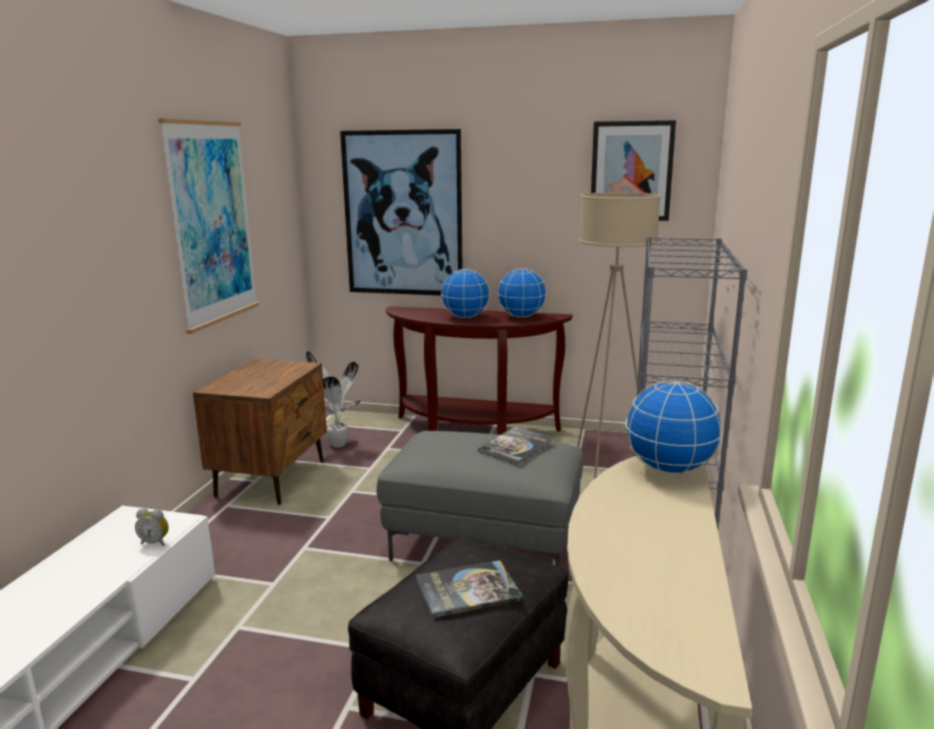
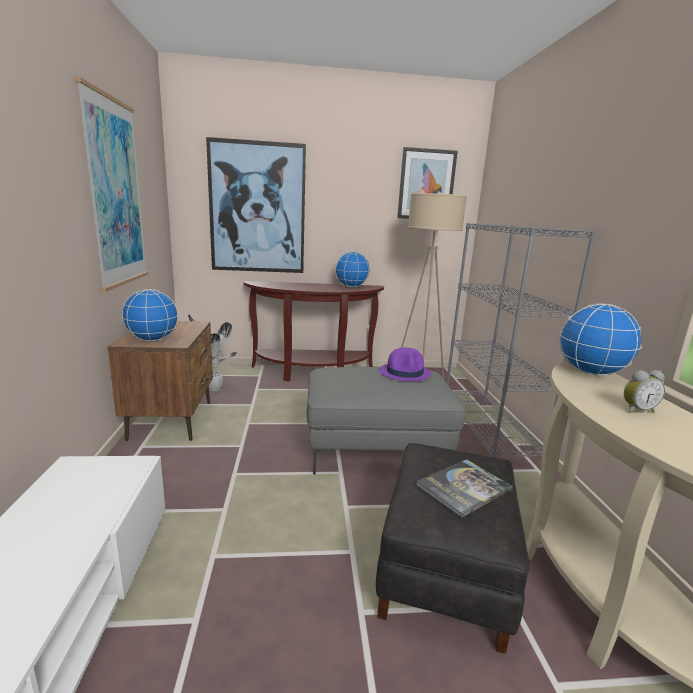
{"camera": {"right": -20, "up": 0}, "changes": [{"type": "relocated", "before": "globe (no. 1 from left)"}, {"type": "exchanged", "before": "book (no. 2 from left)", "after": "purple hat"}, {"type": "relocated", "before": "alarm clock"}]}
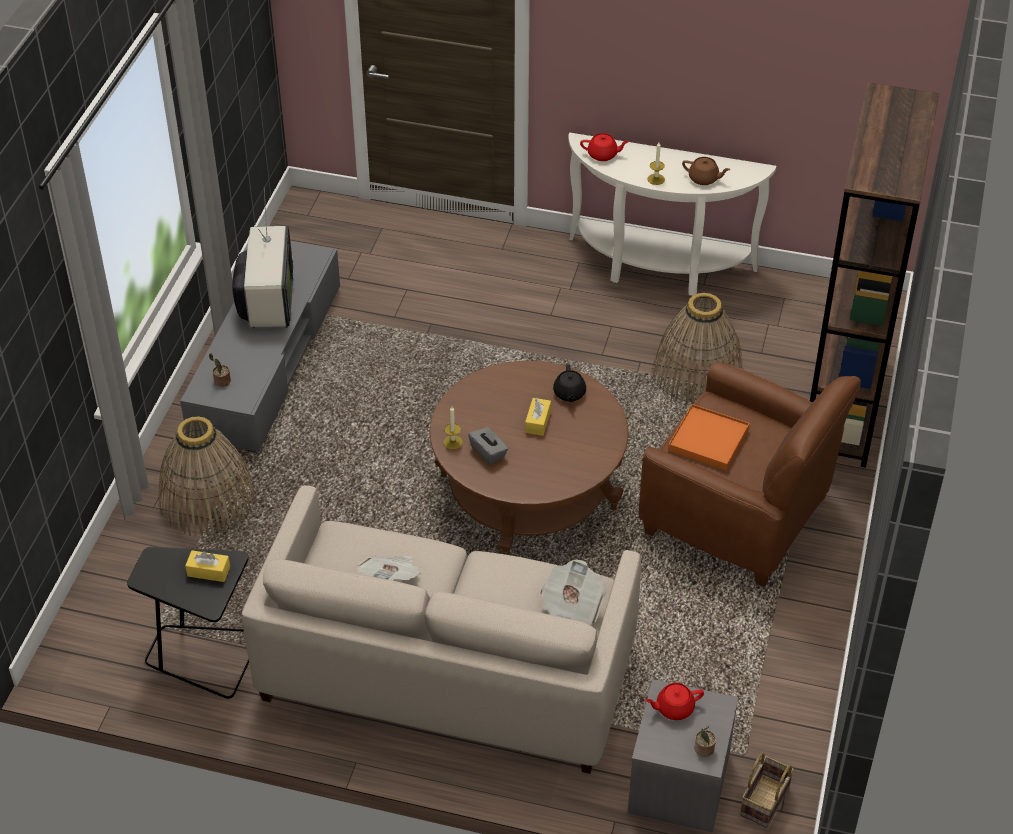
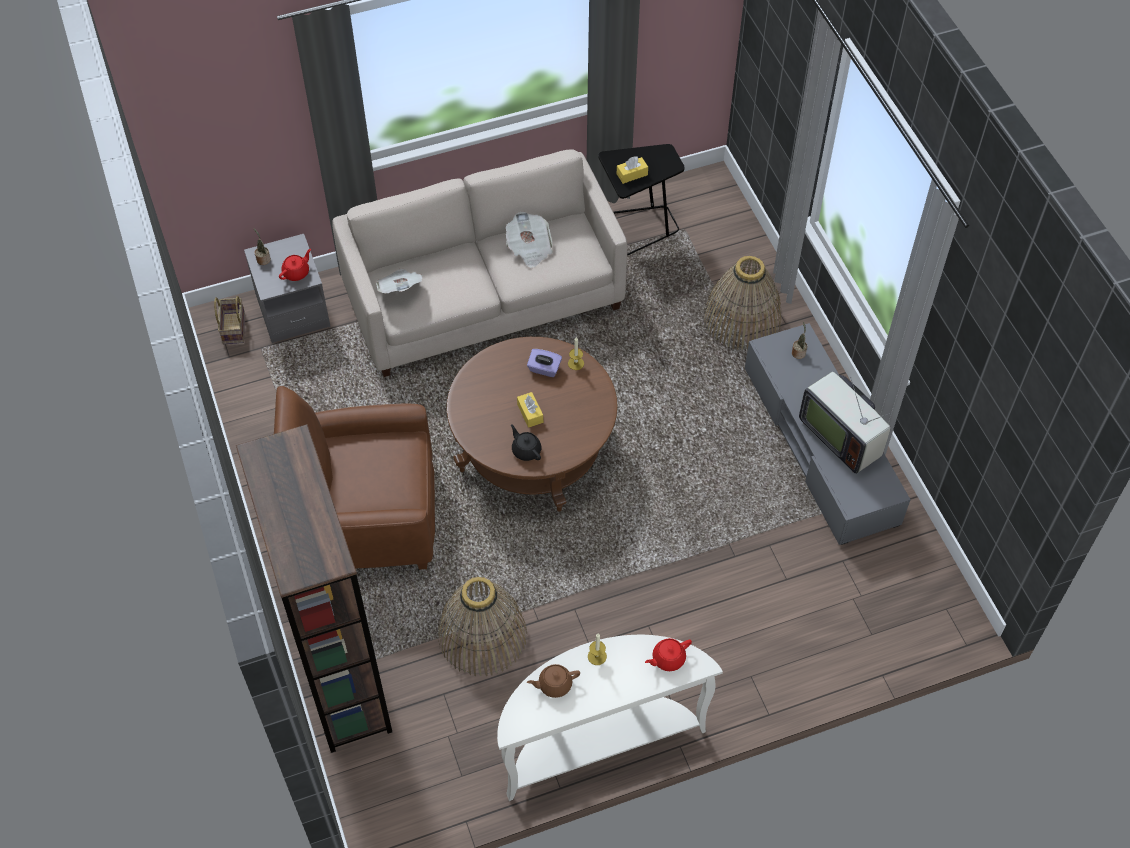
{"camera": {"right": 145, "up": 10}, "changes": [{"type": "colour", "before": "grey tissue box", "after": "purple tissue box"}, {"type": "missing", "before": "orange tray"}]}
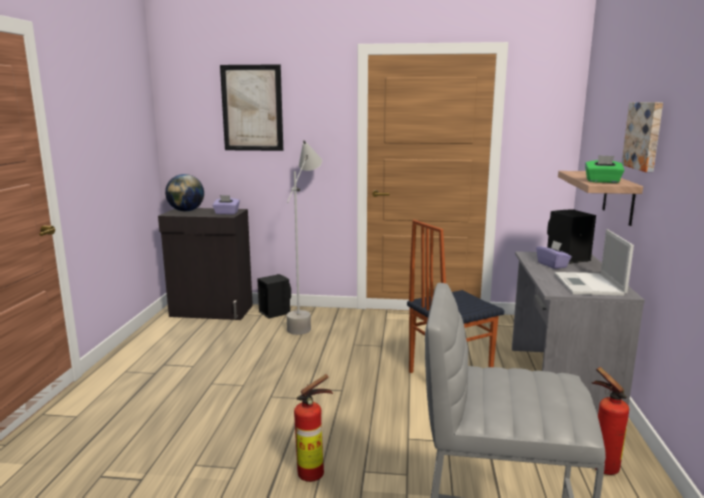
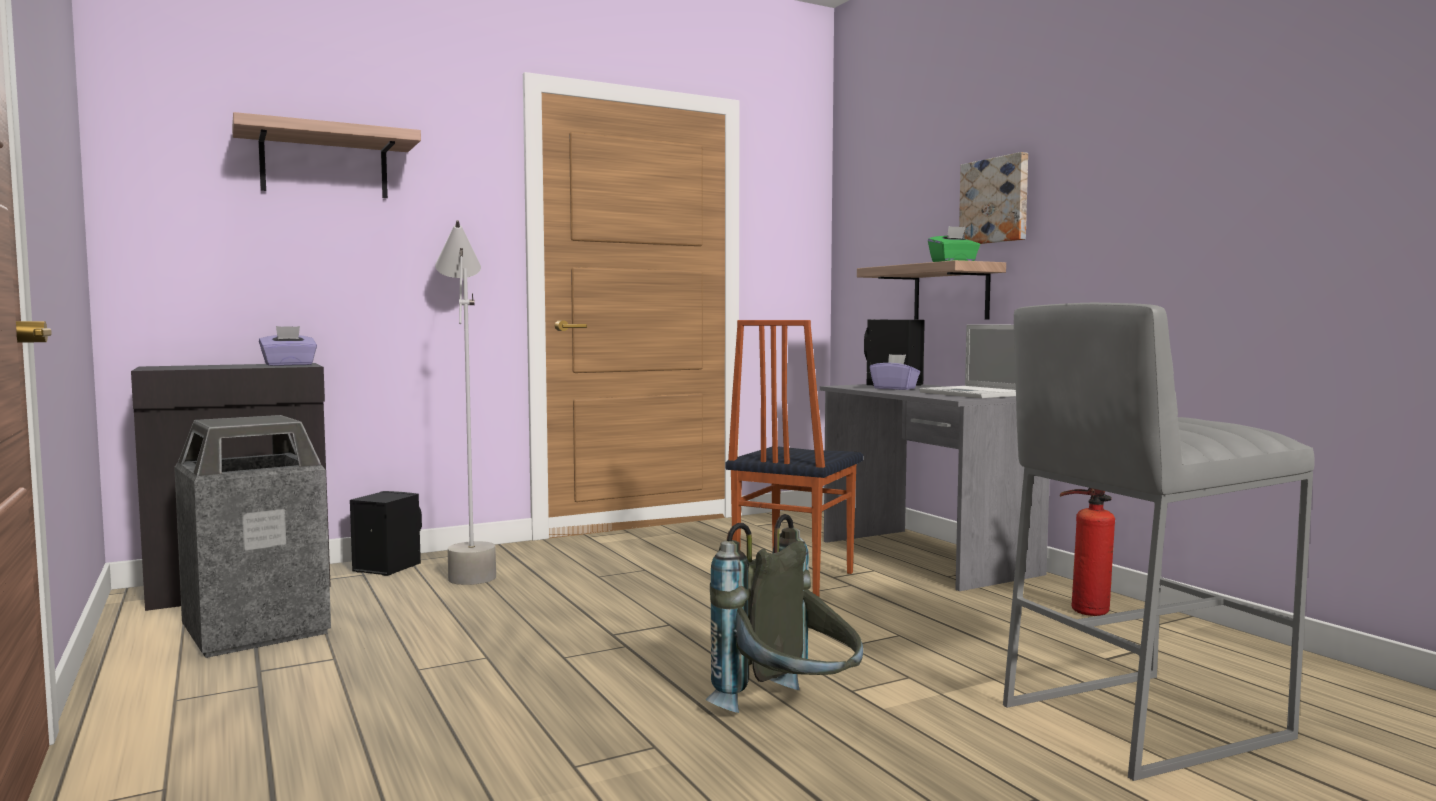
{"camera": {"right": -35, "up": -10}, "changes": [{"type": "appeared", "after": "trash can"}, {"type": "exchanged", "before": "picture (no. 1 from left)", "after": "shelf (no. 1 from left)"}, {"type": "exchanged", "before": "fire extinguisher (no. 1 from left)", "after": "grey backpack"}, {"type": "missing", "before": "globe"}]}
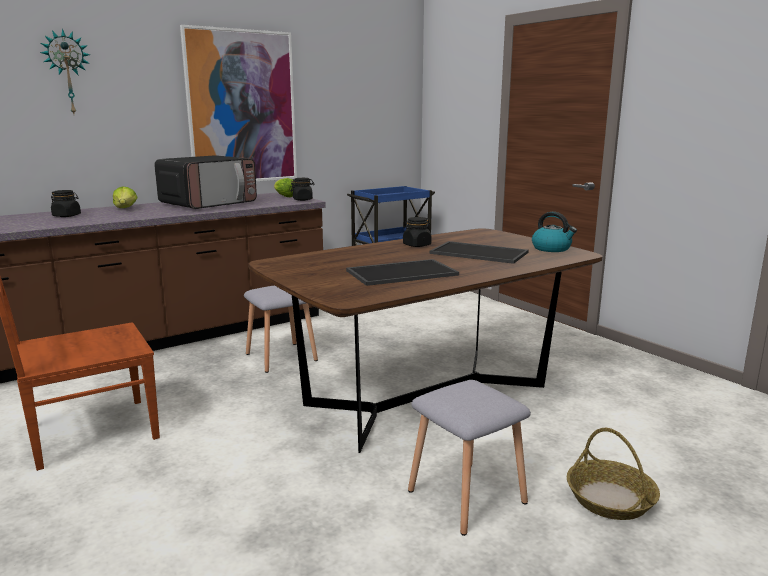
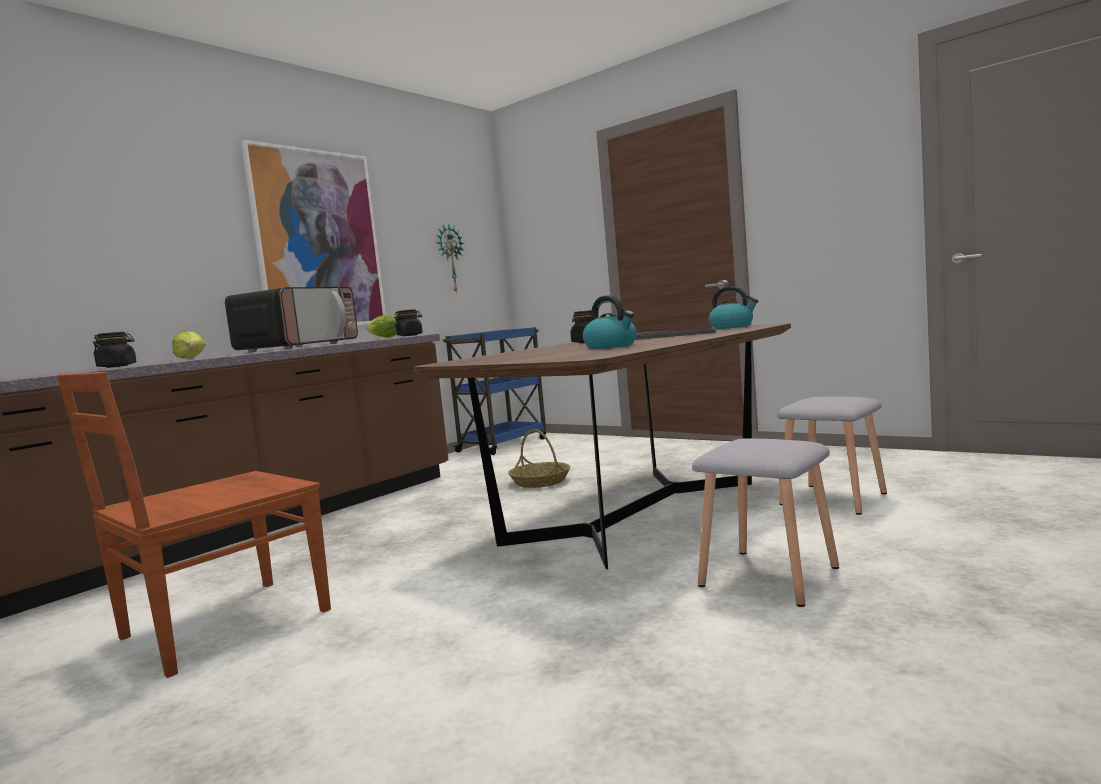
{"camera": {"right": -15, "up": -10}, "changes": [{"type": "relocated", "before": "wall clock"}, {"type": "relocated", "before": "basket"}, {"type": "exchanged", "before": "tray (no. 1 from left)", "after": "kettle (no. 1 from left)"}, {"type": "relocated", "before": "grey stool (no. 1 from left in the first image)", "after": "grey stool (no. 2 from left)"}]}
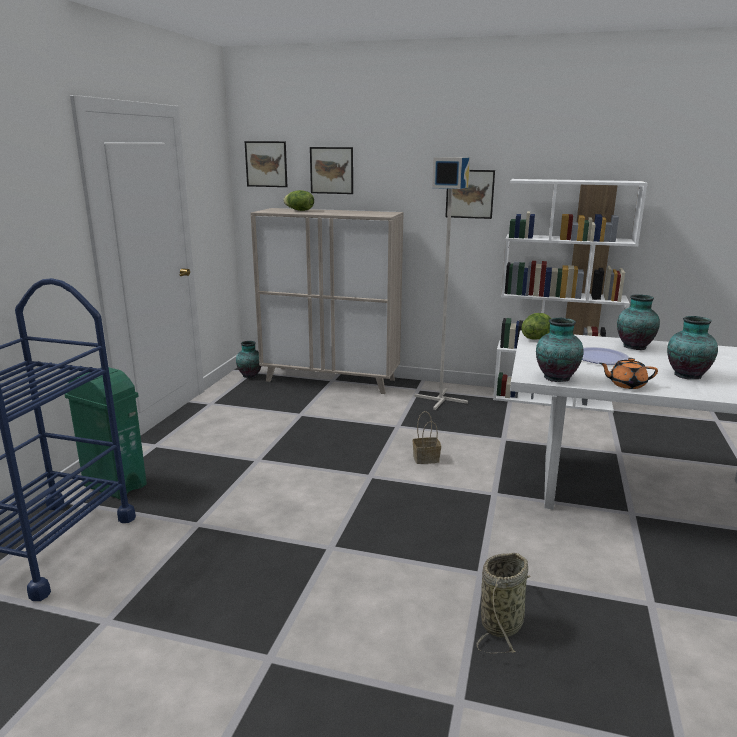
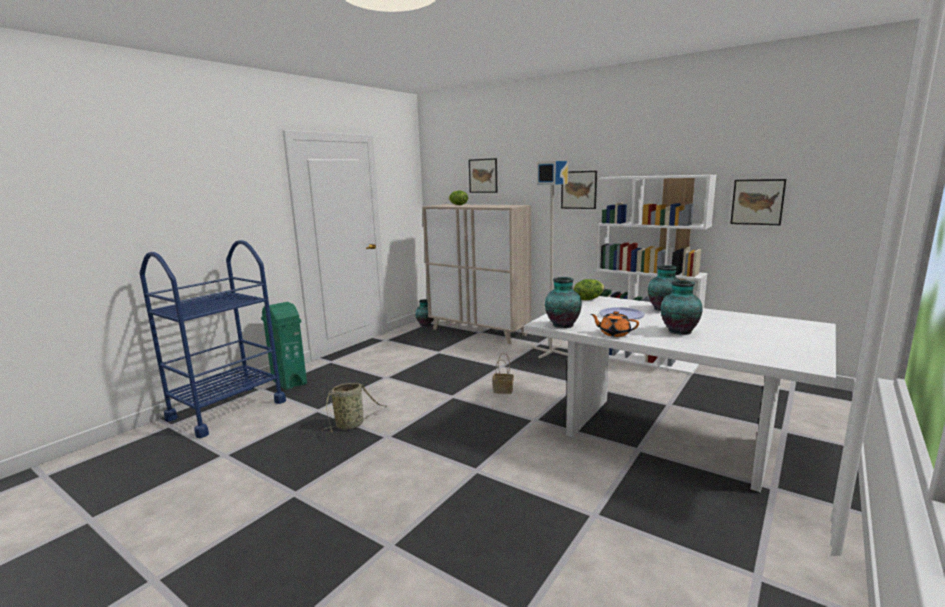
{"camera": {"right": 20, "up": -5}, "changes": [{"type": "relocated", "before": "basket (no. 2 from left in the first image)", "after": "basket (no. 1 from left)"}, {"type": "relocated", "before": "picture (no. 1 from left in the first image)", "after": "picture (no. 3 from left)"}]}
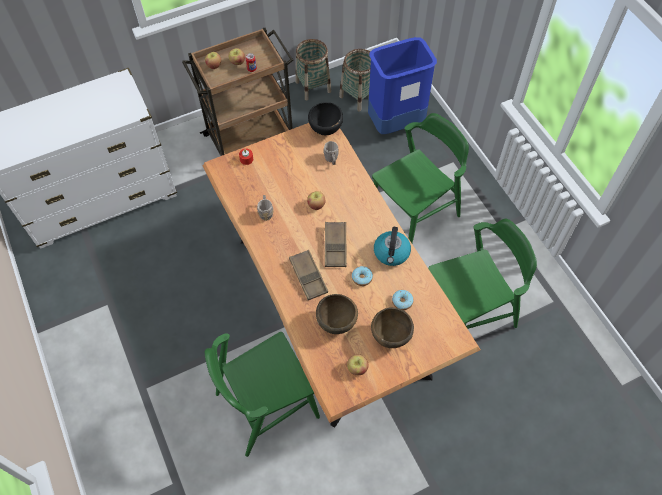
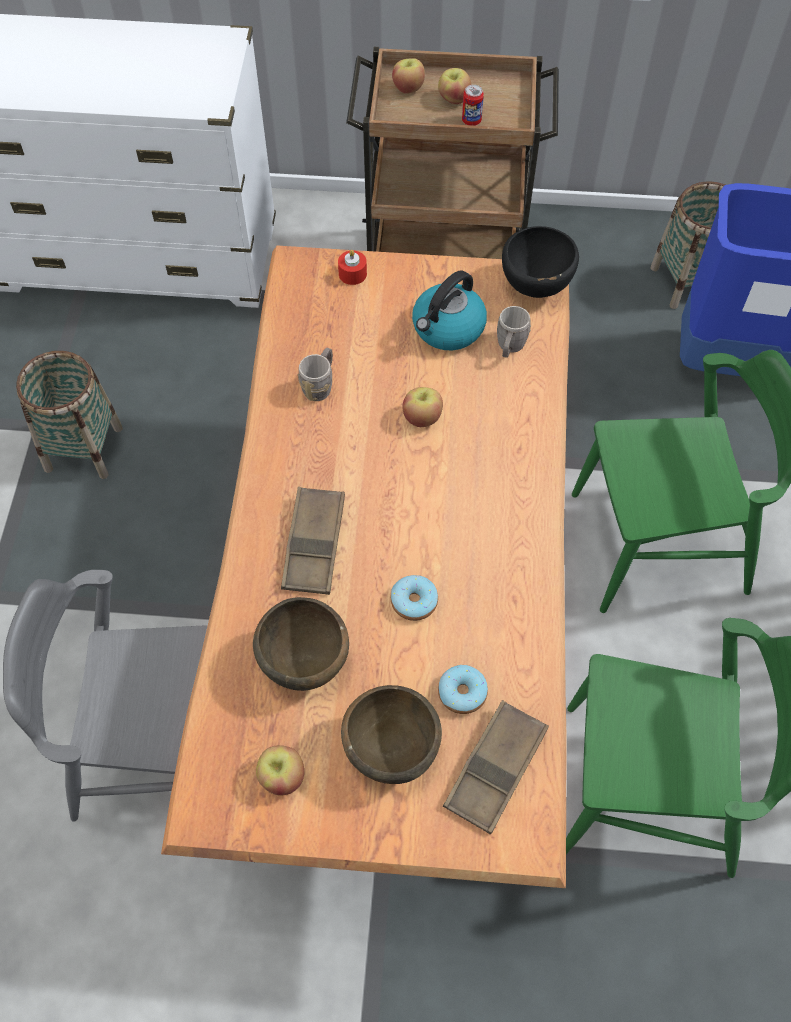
{"camera": {"right": 30, "up": 0}, "changes": [{"type": "colour", "before": "green chair (no. 1 from left)", "after": "grey chair"}, {"type": "relocated", "before": "basket (no. 1 from left)"}, {"type": "relocated", "before": "kettle"}, {"type": "relocated", "before": "brown tray (no. 2 from left)"}]}
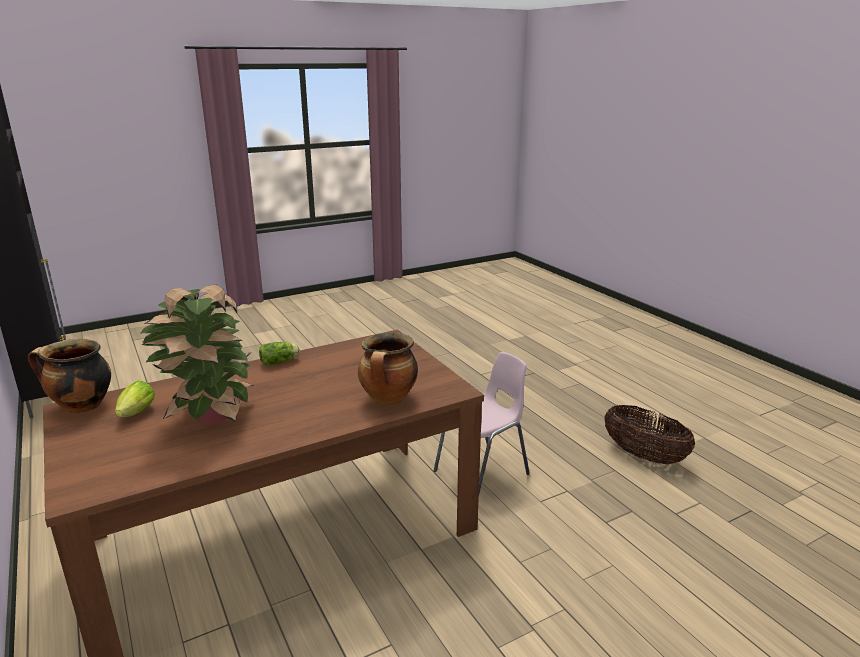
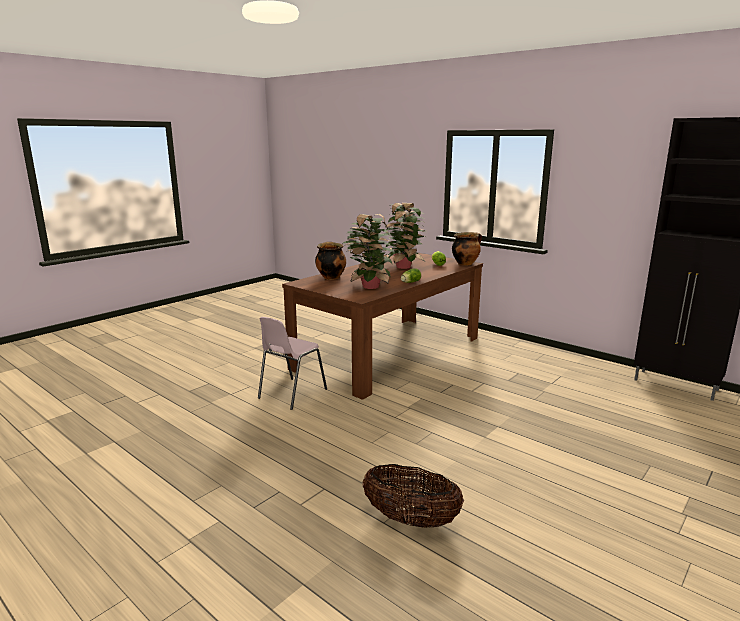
{"camera": {"right": 160, "up": -5}, "changes": [{"type": "appeared", "after": "potted plant (no. 1 from left)"}, {"type": "relocated", "before": "basket"}]}
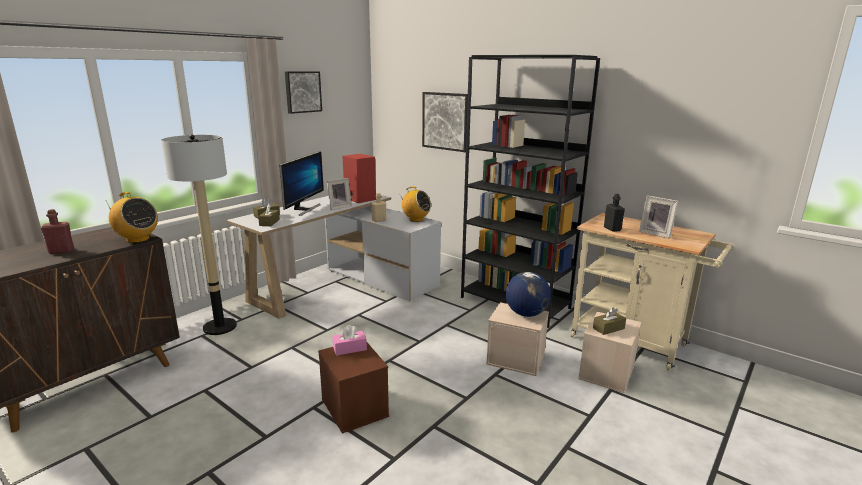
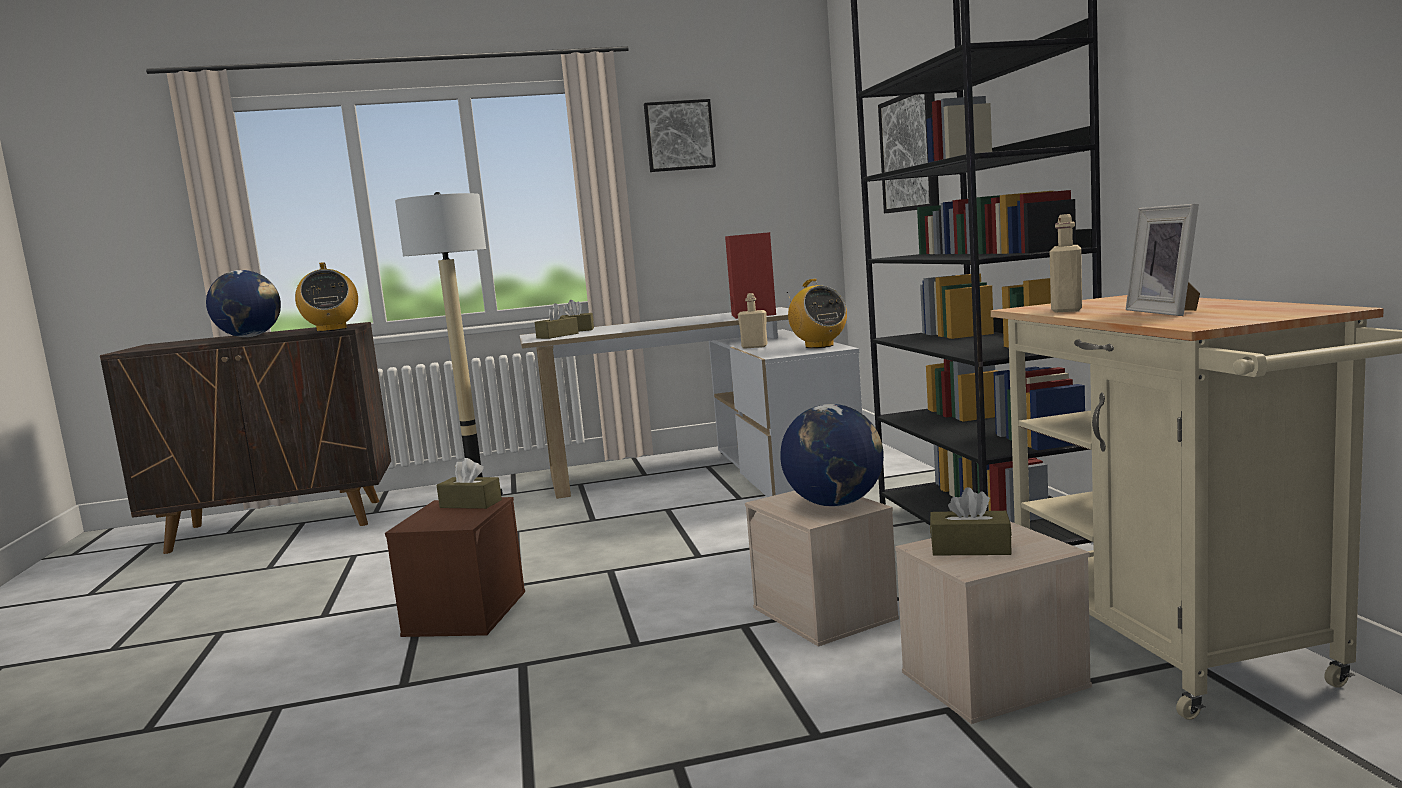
{"camera": {"right": 40, "up": -10}, "changes": [{"type": "exchanged", "before": "red bottle", "after": "globe (no. 1 from left)"}, {"type": "colour", "before": "pink tissue box", "after": "brown tissue box (no. 1 from left)"}, {"type": "colour", "before": "black bottle", "after": "beige bottle (no. 2 from left)"}, {"type": "missing", "before": "monitor"}, {"type": "missing", "before": "picture frame (no. 1 from left)"}]}
